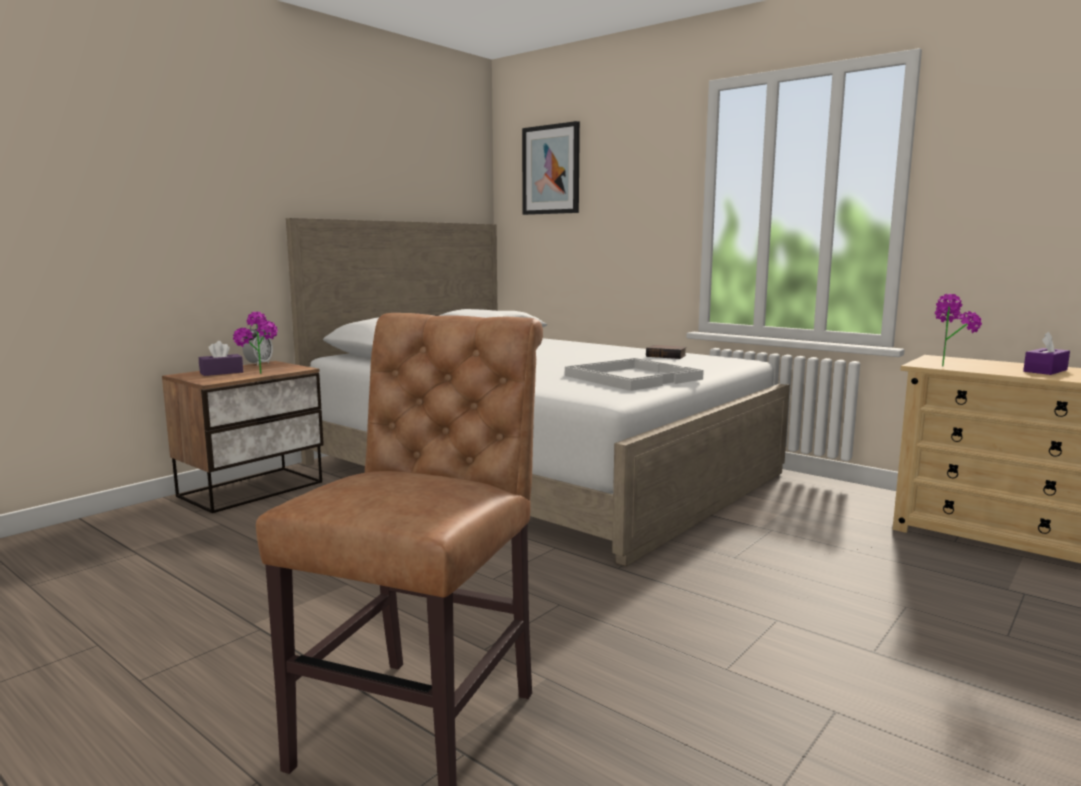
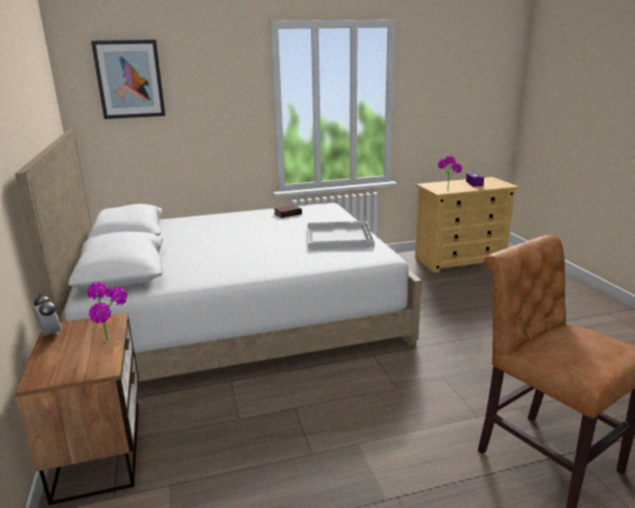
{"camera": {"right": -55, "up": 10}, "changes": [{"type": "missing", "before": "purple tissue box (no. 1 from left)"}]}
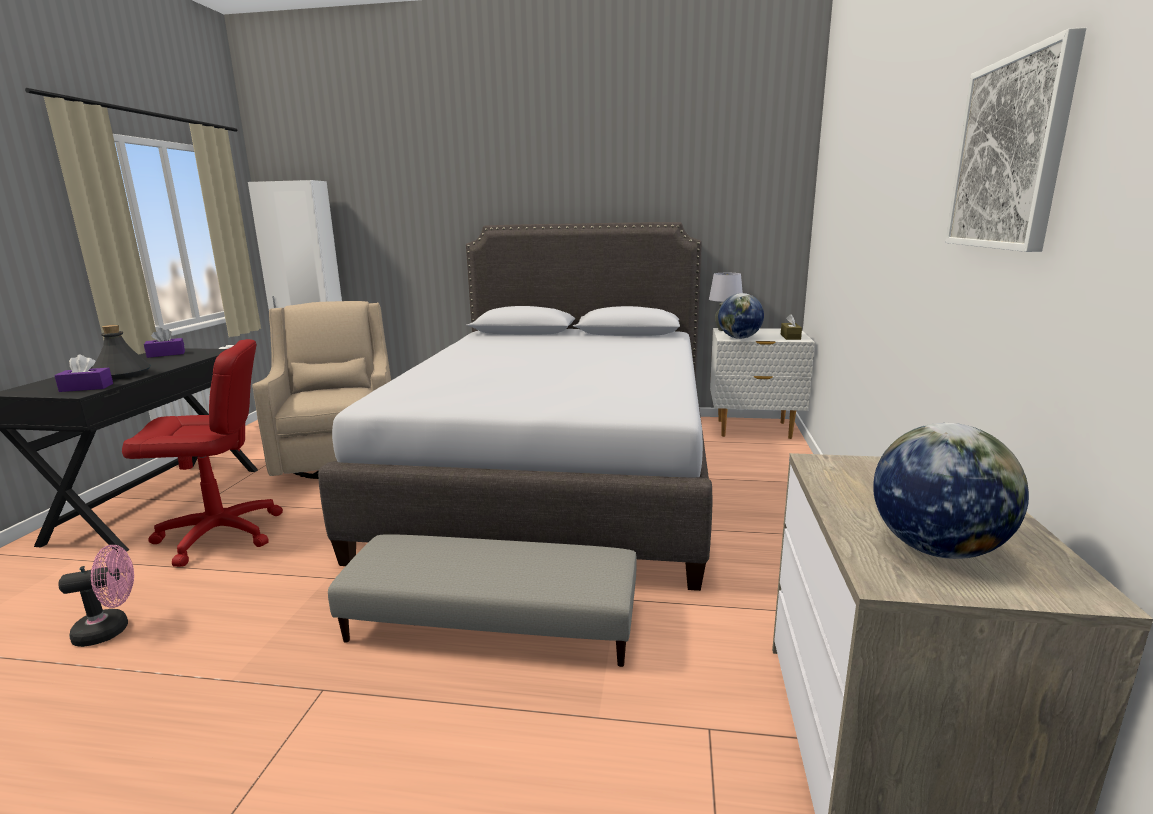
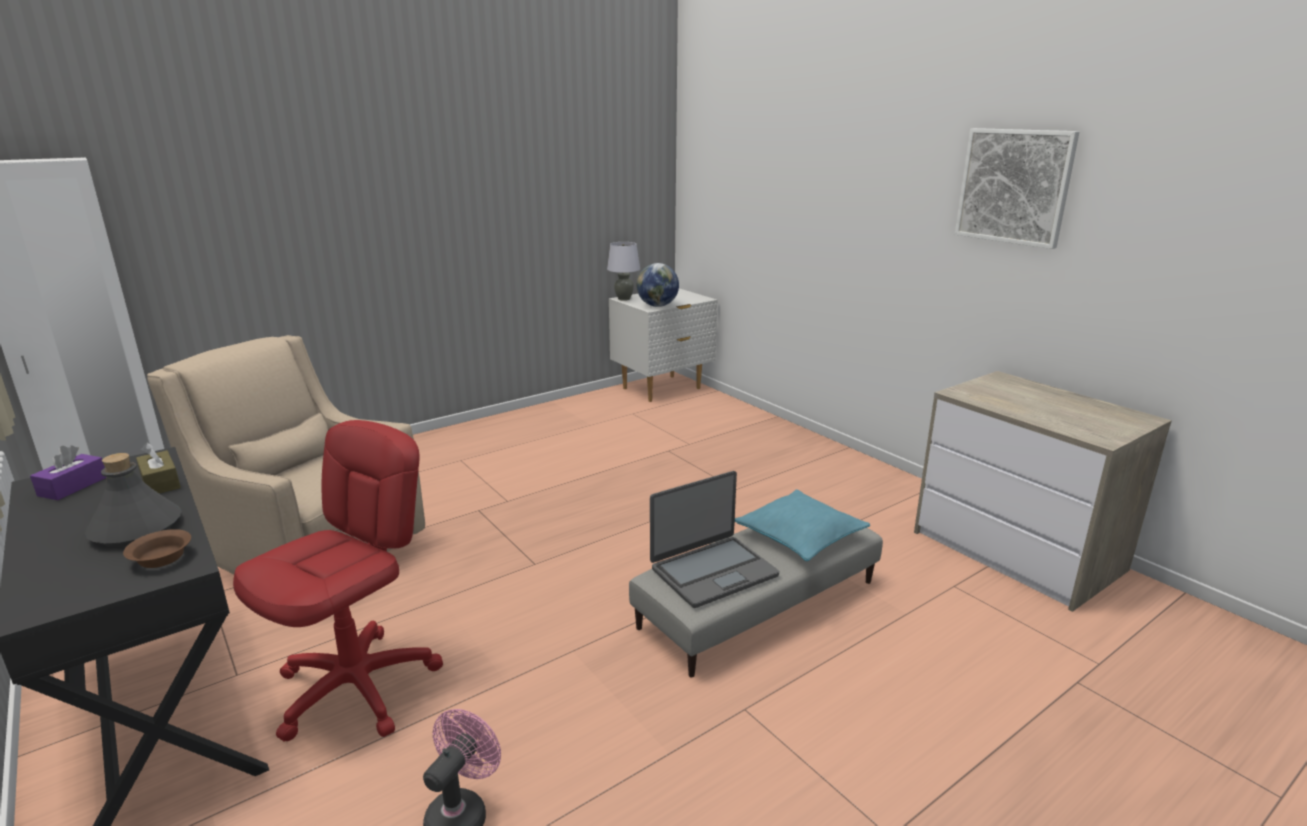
{"camera": {"right": -45, "up": 5}, "changes": [{"type": "exchanged", "before": "purple tissue box (no. 1 from left)", "after": "brown bowl"}, {"type": "relocated", "before": "brown tissue box"}, {"type": "appeared", "after": "laptop"}, {"type": "appeared", "after": "turquoise pillow"}, {"type": "missing", "before": "grey bed"}, {"type": "missing", "before": "globe (no. 2 from left)"}]}
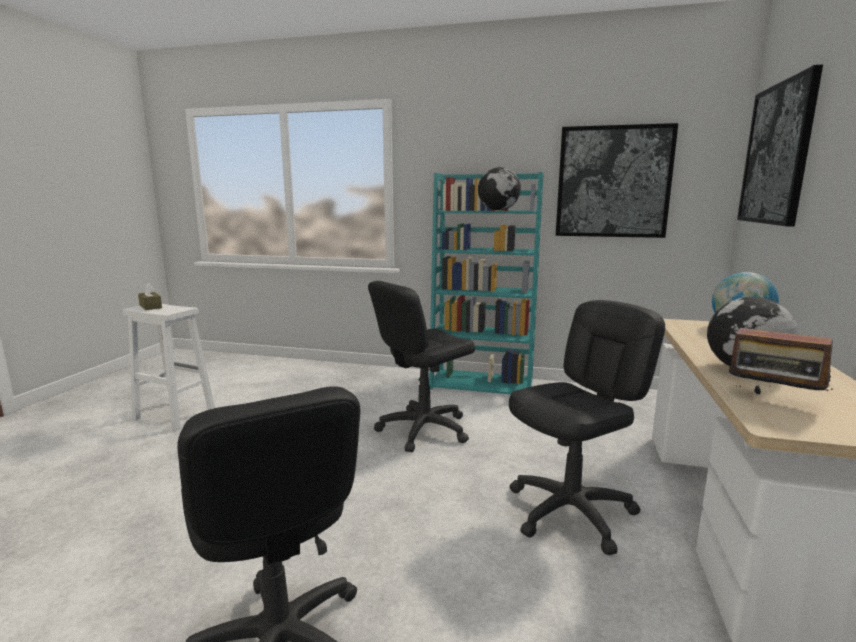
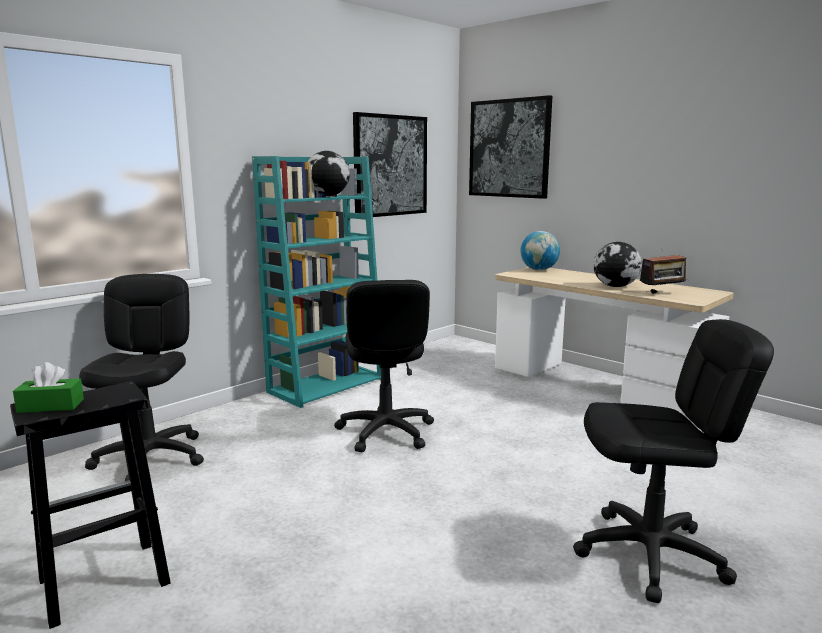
{"camera": {"right": -60, "up": 0}, "changes": [{"type": "colour", "before": "white stool", "after": "black stool"}, {"type": "colour", "before": "brown tissue box", "after": "green tissue box"}, {"type": "relocated", "before": "black office chair (no. 3 from left in the first image)", "after": "black office chair (no. 1 from left)"}]}
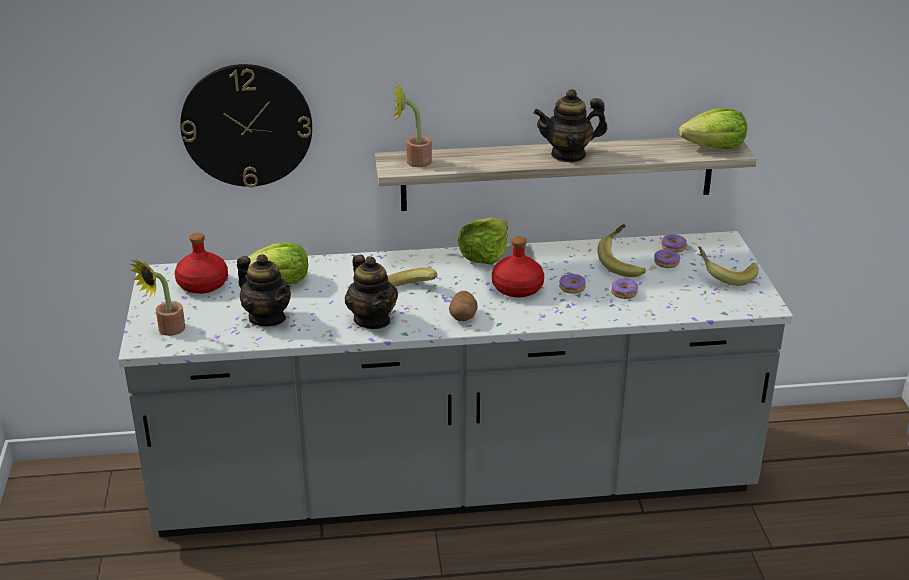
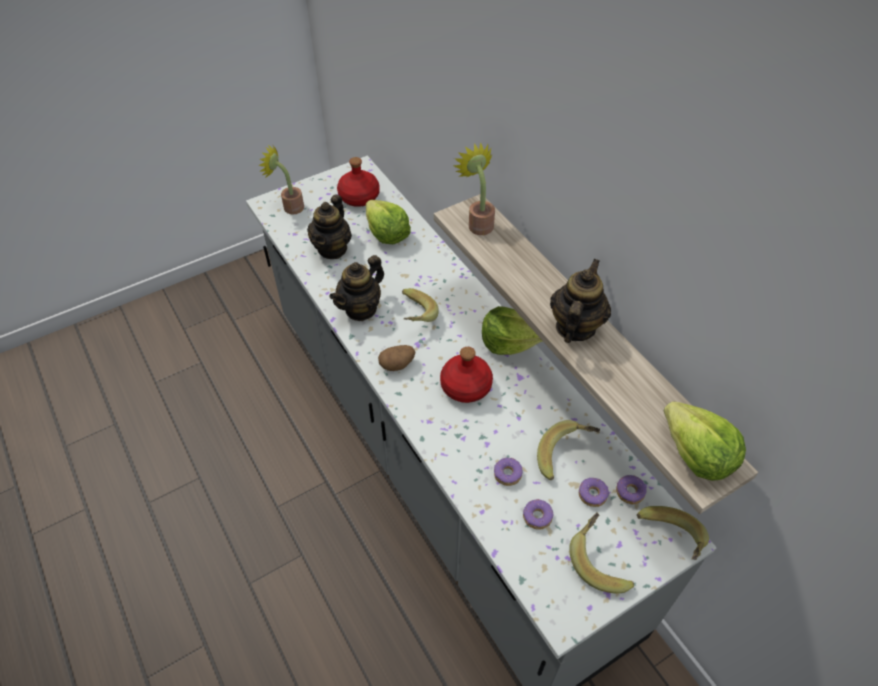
{"camera": {"right": 65, "up": 20}, "changes": [{"type": "relocated", "before": "donut (no. 1 from left in the first image)", "after": "donut (no. 2 from left)"}, {"type": "spun", "before": "teapot (no. 3 from left)", "turn": 60}, {"type": "appeared", "after": "banana (no. 4 from left)"}, {"type": "missing", "before": "wall clock"}]}
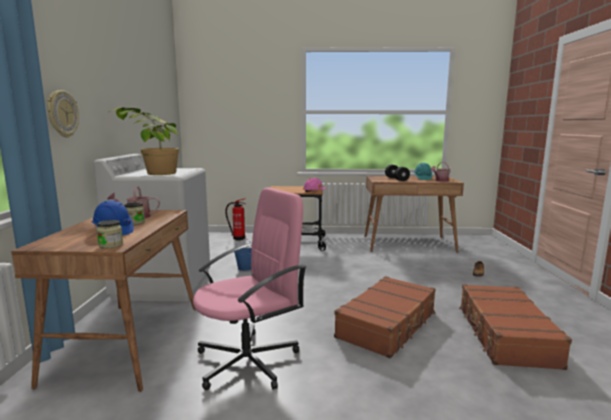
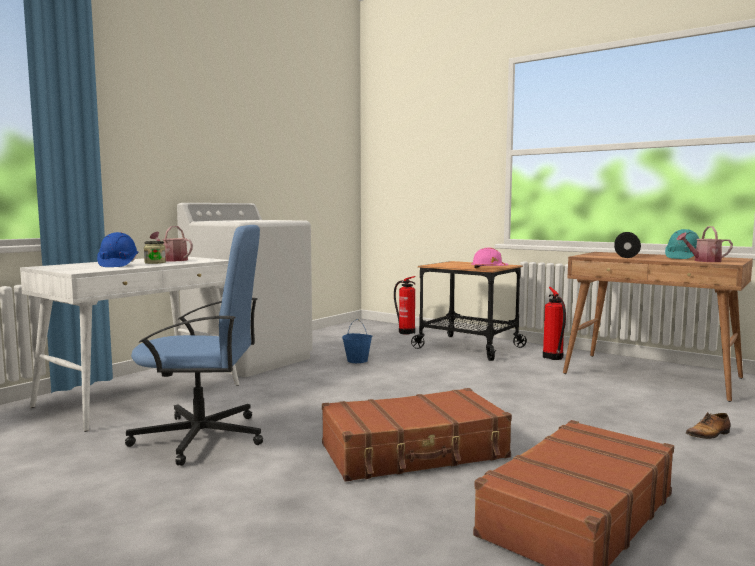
{"camera": {"right": 35, "up": -5}, "changes": [{"type": "colour", "before": "brown desk (no. 1 from left)", "after": "white desk"}, {"type": "colour", "before": "pink office chair", "after": "blue office chair"}, {"type": "appeared", "after": "fire extinguisher (no. 2 from left)"}, {"type": "missing", "before": "wall clock"}, {"type": "missing", "before": "jar (no. 1 from left)"}, {"type": "missing", "before": "potted plant"}]}
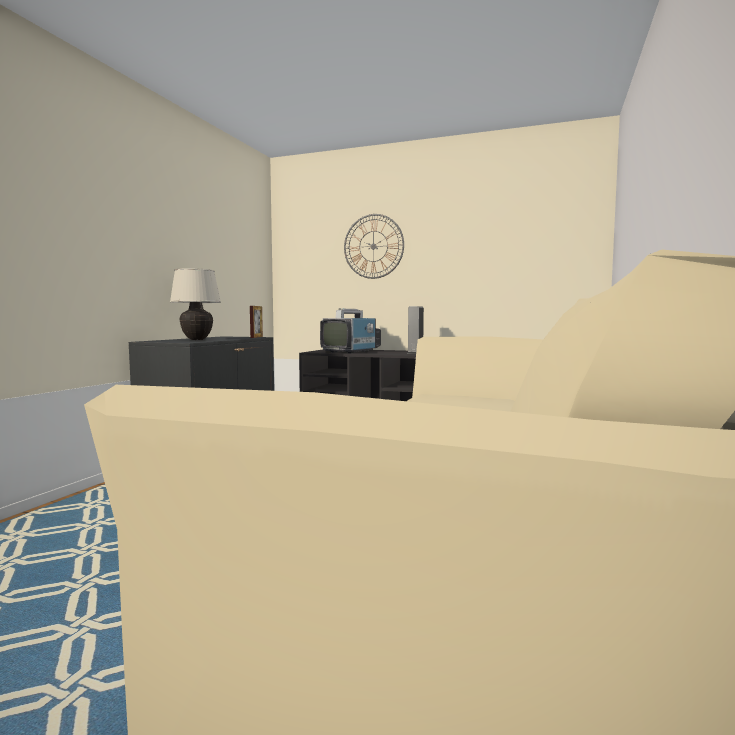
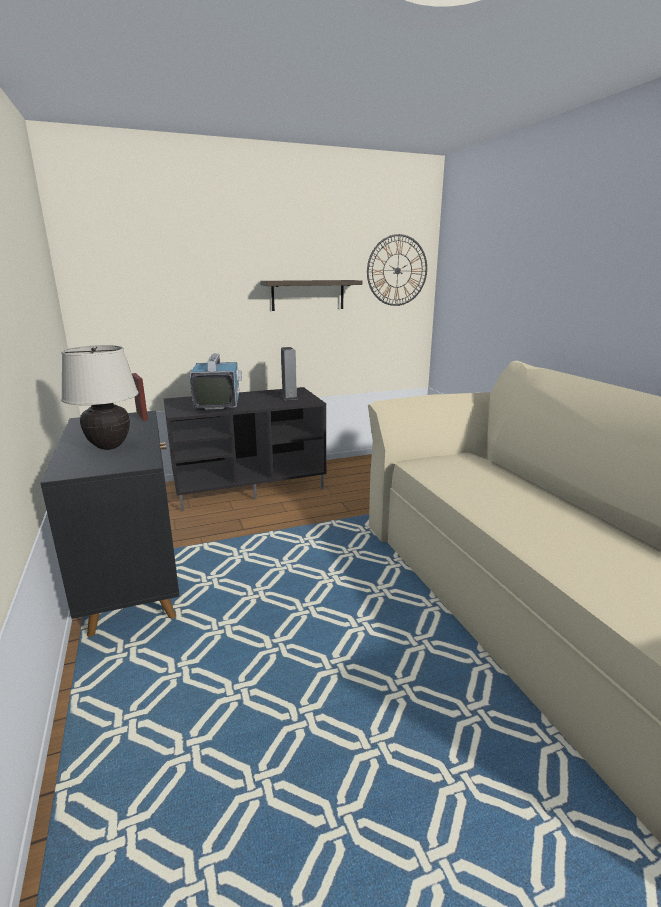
{"camera": {"right": -40, "up": 15}, "changes": [{"type": "appeared", "after": "shelf"}, {"type": "relocated", "before": "wall clock"}]}
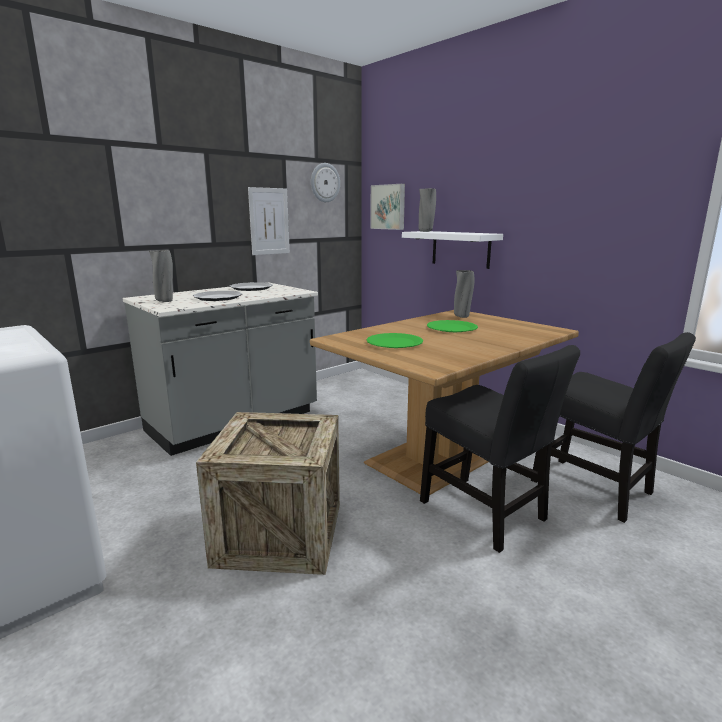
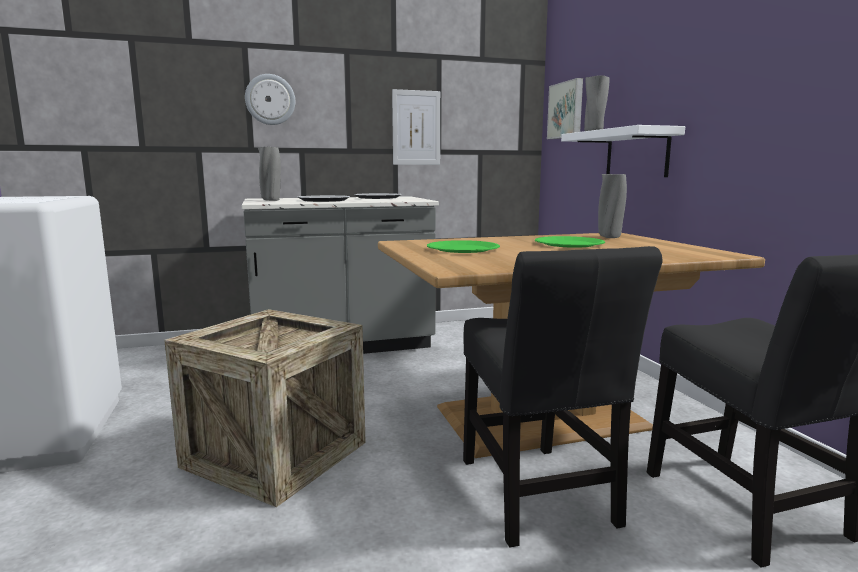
{"camera": {"right": 25, "up": -5}, "changes": [{"type": "relocated", "before": "wall clock"}]}
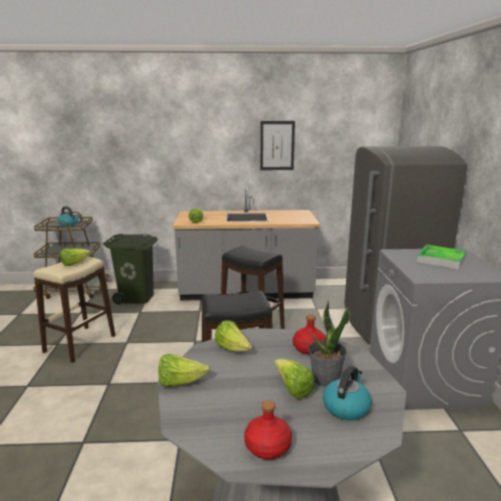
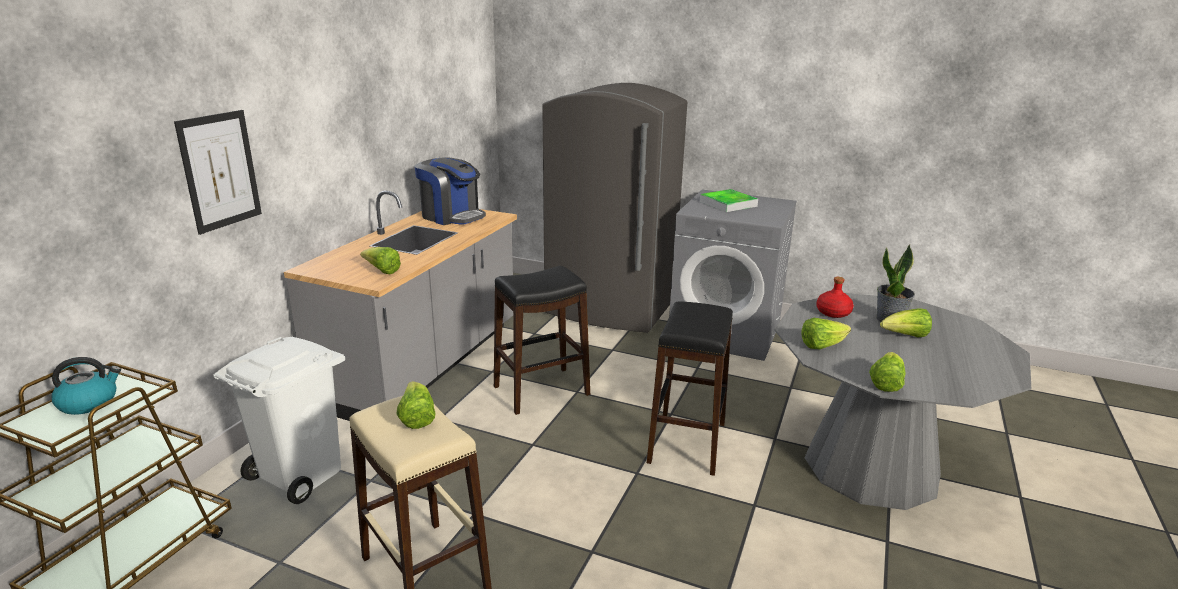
{"camera": {"right": -65, "up": 5}, "changes": [{"type": "relocated", "before": "picture"}, {"type": "colour", "before": "green trash can", "after": "white trash can"}, {"type": "appeared", "after": "coffee machine"}, {"type": "missing", "before": "red bottle (no. 1 from left)"}, {"type": "missing", "before": "kettle (no. 2 from left)"}]}
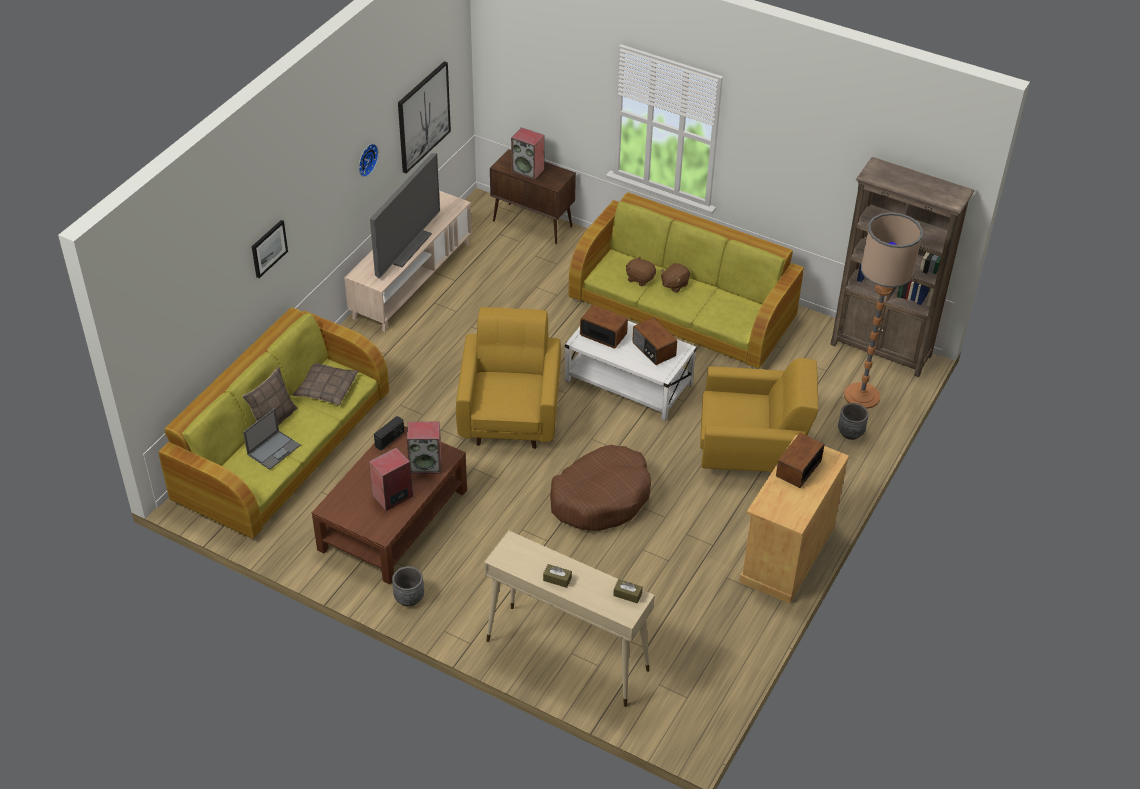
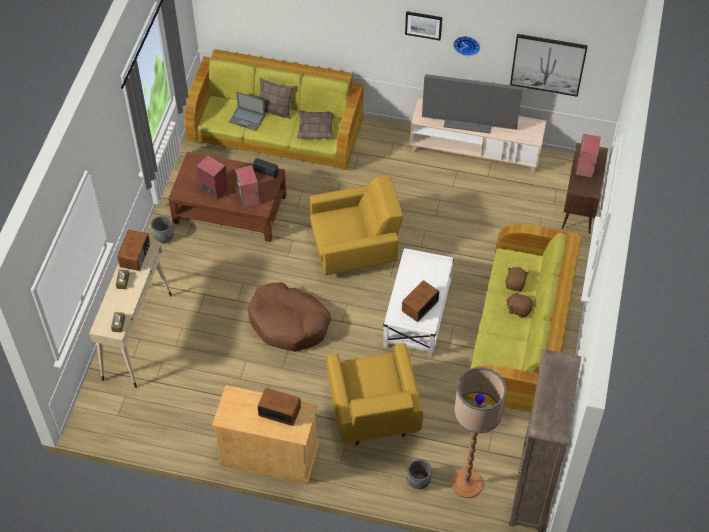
{"camera": {"right": 75, "up": 10}, "changes": [{"type": "relocated", "before": "radio (no. 2 from left in the first image)", "after": "radio (no. 1 from left)"}, {"type": "relocated", "before": "picture (no. 1 from left)"}]}
